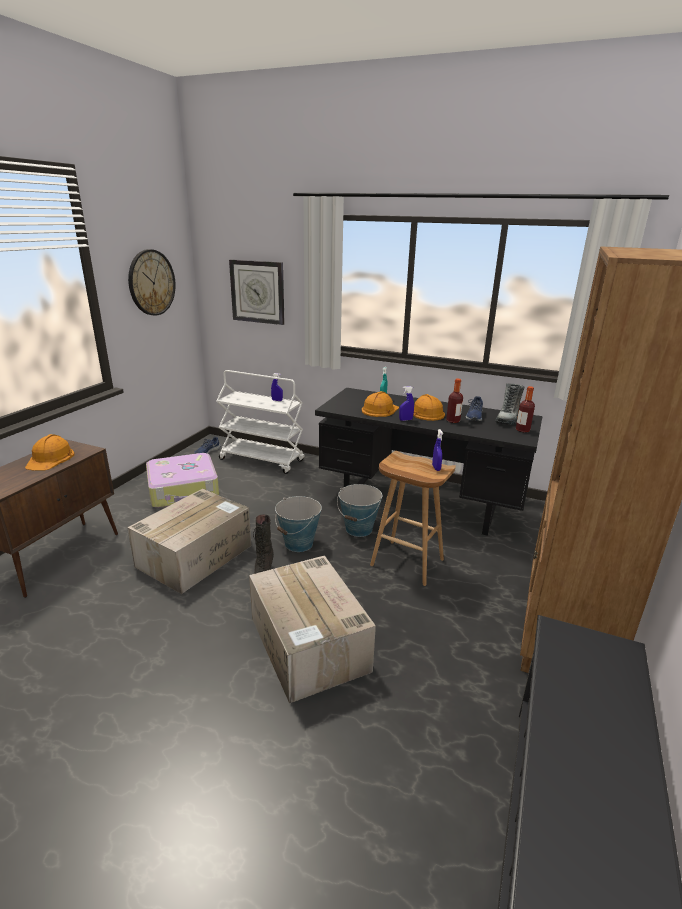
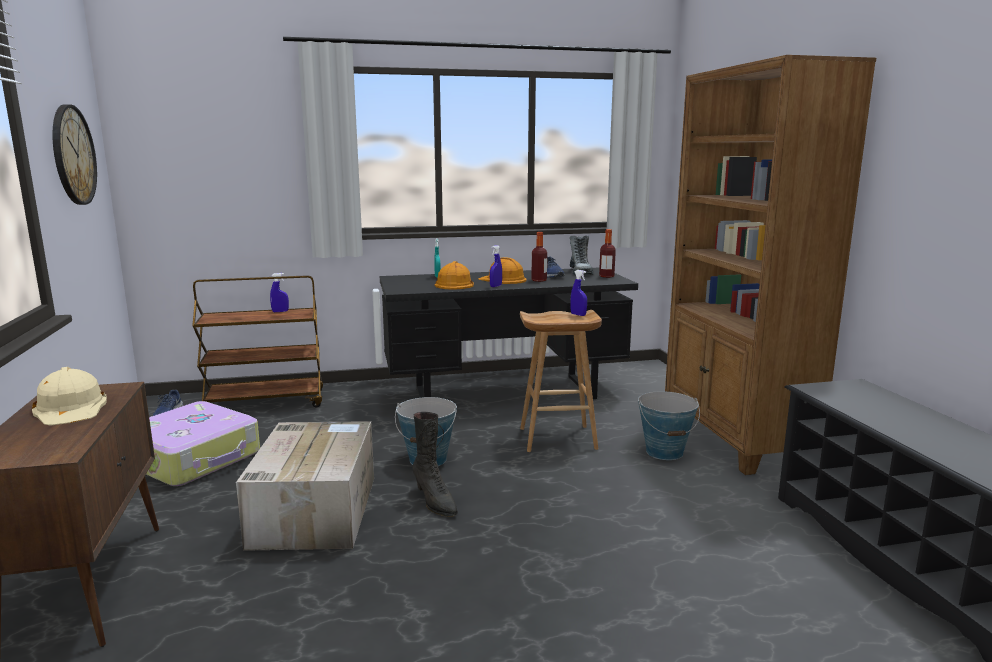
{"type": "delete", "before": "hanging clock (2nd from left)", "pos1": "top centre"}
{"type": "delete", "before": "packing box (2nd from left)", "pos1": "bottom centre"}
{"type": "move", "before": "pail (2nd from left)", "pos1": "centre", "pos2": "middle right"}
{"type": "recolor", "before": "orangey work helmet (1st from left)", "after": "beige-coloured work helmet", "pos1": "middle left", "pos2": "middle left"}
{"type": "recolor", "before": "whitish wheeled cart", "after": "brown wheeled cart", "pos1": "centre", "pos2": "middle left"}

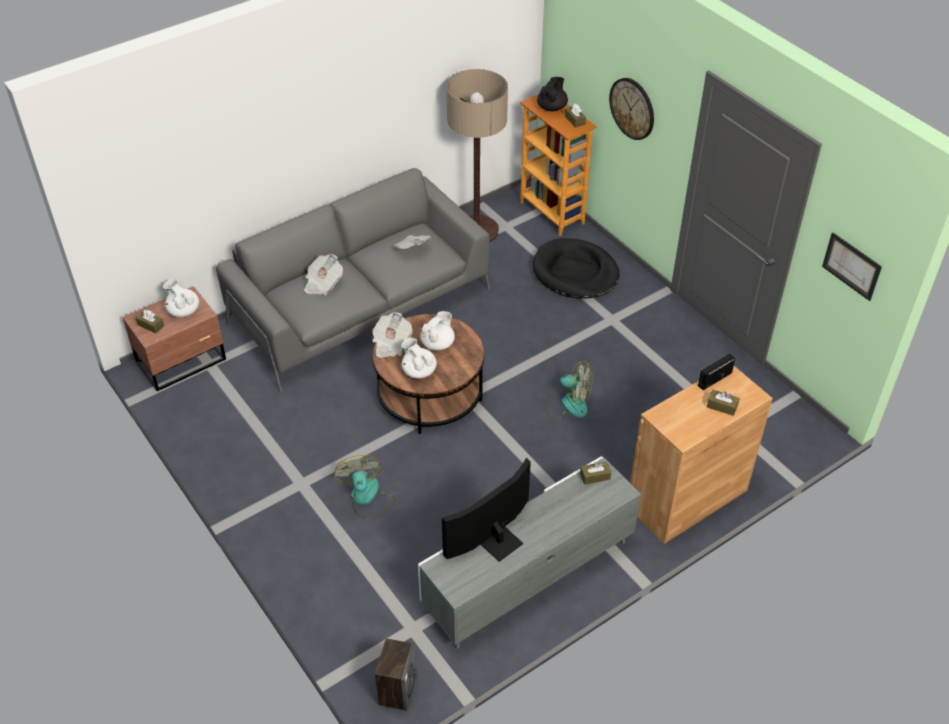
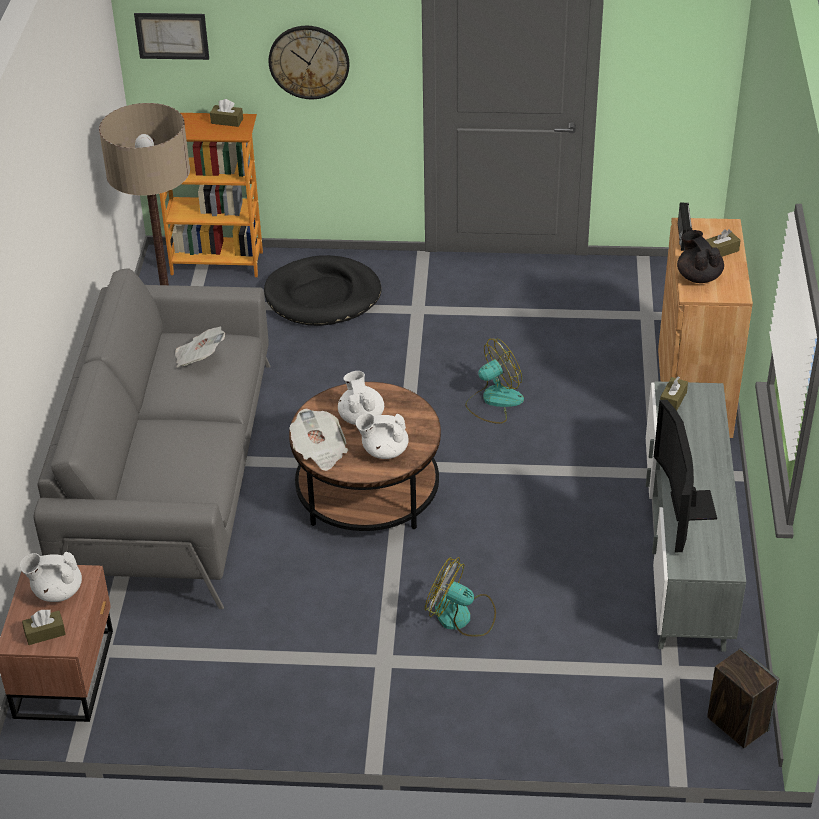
{"type": "delete", "before": "daily paper (1st from left)", "pos1": "centre"}
{"type": "move", "before": "blackish pot for tea", "pos1": "top centre", "pos2": "top right"}
{"type": "move", "before": "wall art", "pos1": "middle right", "pos2": "top left"}

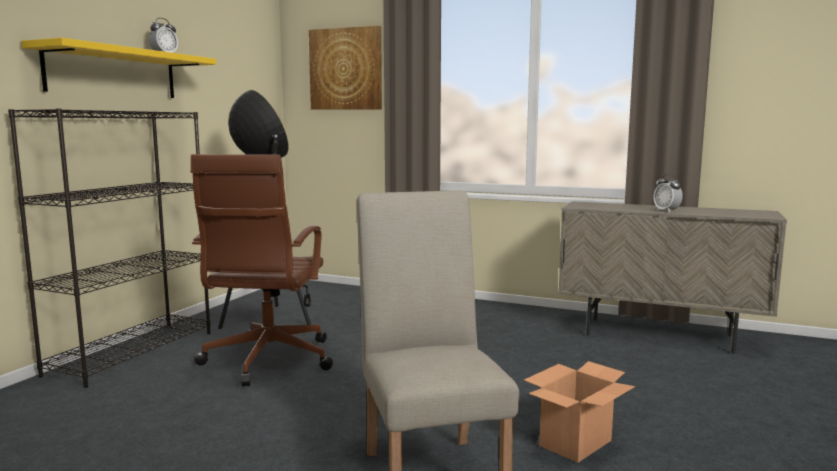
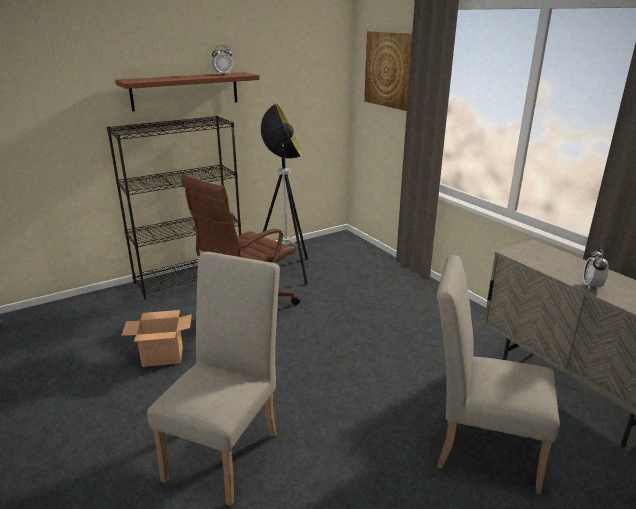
{"type": "insert", "after": "beige-coloured plain chair (2nd from left)", "pos2": "bottom right"}
{"type": "move", "before": "packing box", "pos1": "bottom right", "pos2": "middle left"}
{"type": "recolor", "before": "yellow shelf", "after": "brown shelf", "pos1": "top left", "pos2": "top left"}

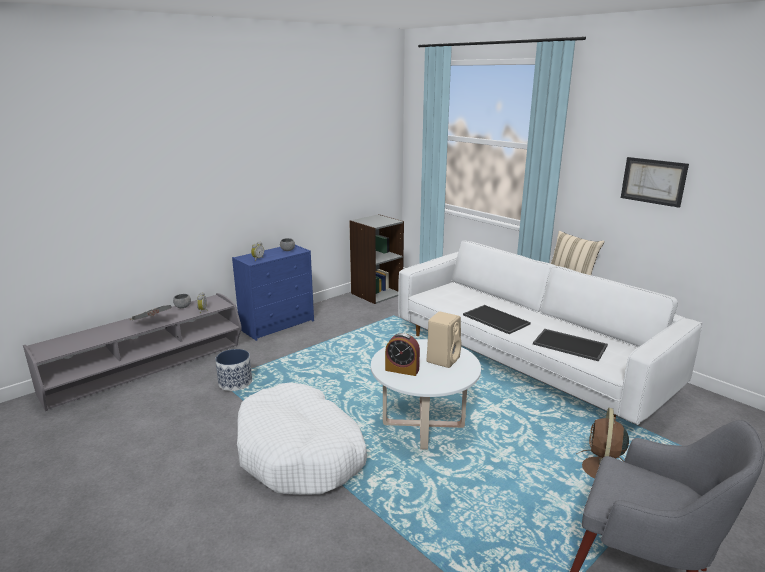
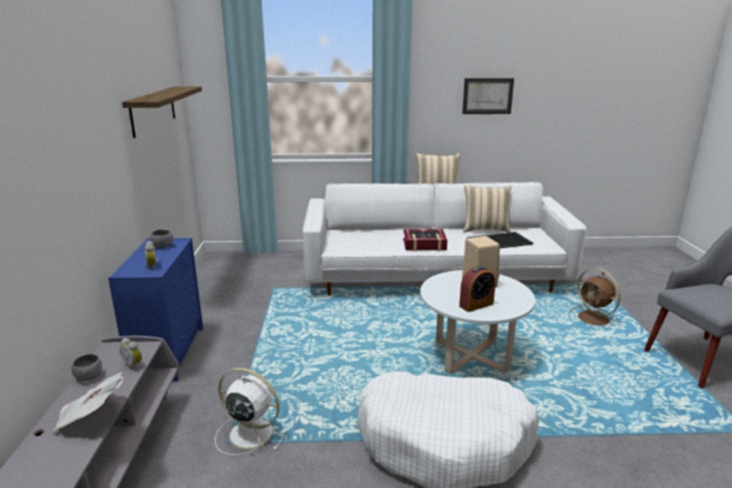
{"type": "delete", "before": "grey bookcase", "pos1": "centre"}
{"type": "insert", "after": "shelf", "pos2": "top left"}
{"type": "insert", "after": "beige-coloured throw pillow (2nd from left)", "pos2": "centre"}
{"type": "replace", "before": "planter", "after": "whitish fan", "pos1": "middle left", "pos2": "bottom centre"}
{"type": "replace", "before": "carrying tray (1st from left)", "after": "volume", "pos1": "centre", "pos2": "centre"}

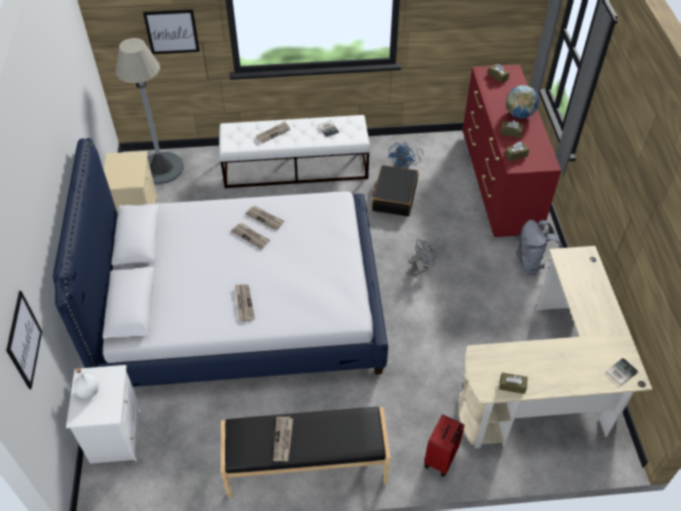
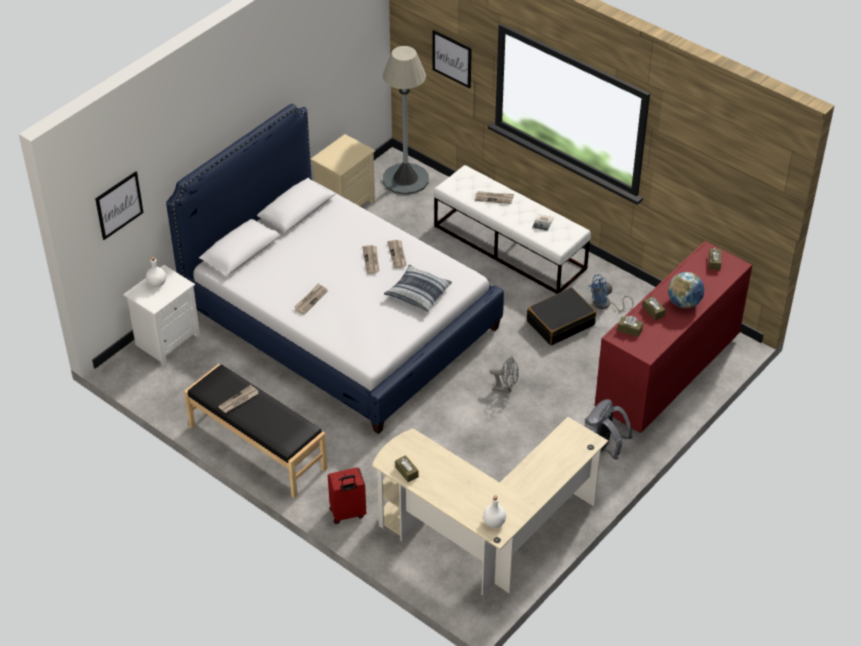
{"type": "insert", "after": "throw pillow", "pos2": "centre"}
{"type": "replace", "before": "volume (2nd from left)", "after": "whitish bottle (2nd from left)", "pos1": "bottom right", "pos2": "bottom centre"}

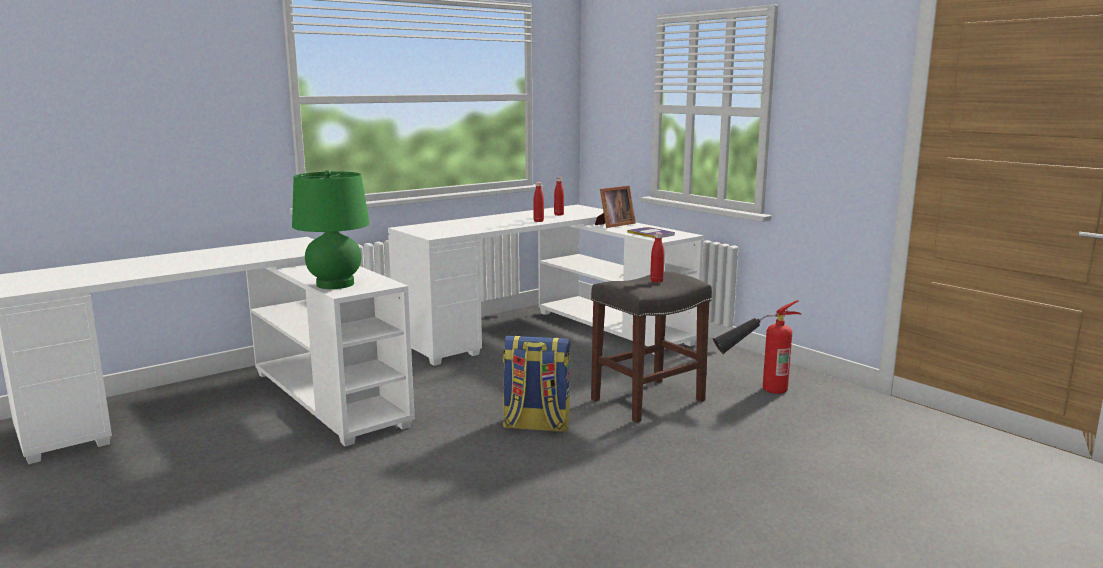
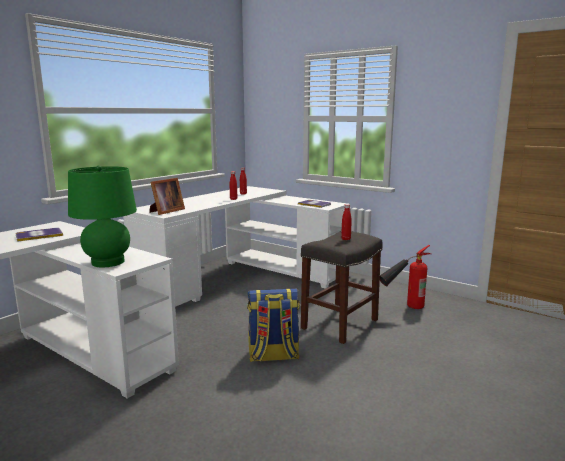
{"type": "insert", "after": "volume (1st from left)", "pos2": "middle left"}
{"type": "move", "before": "picture frame", "pos1": "centre", "pos2": "middle left"}

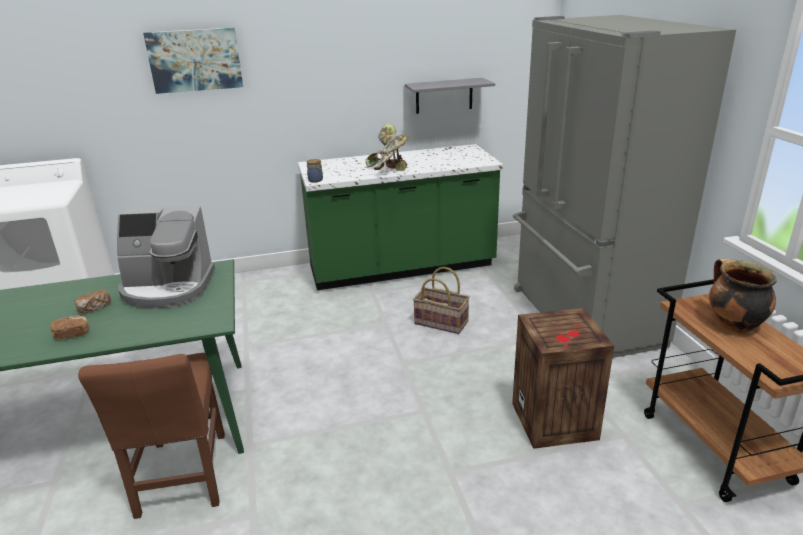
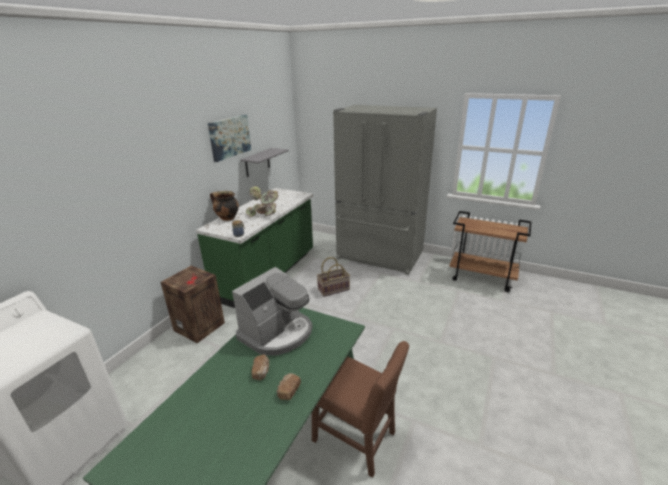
{"type": "move", "before": "wall art", "pos1": "top left", "pos2": "top centre"}
{"type": "move", "before": "crate", "pos1": "bottom right", "pos2": "middle left"}
{"type": "move", "before": "stockpot", "pos1": "middle right", "pos2": "centre"}

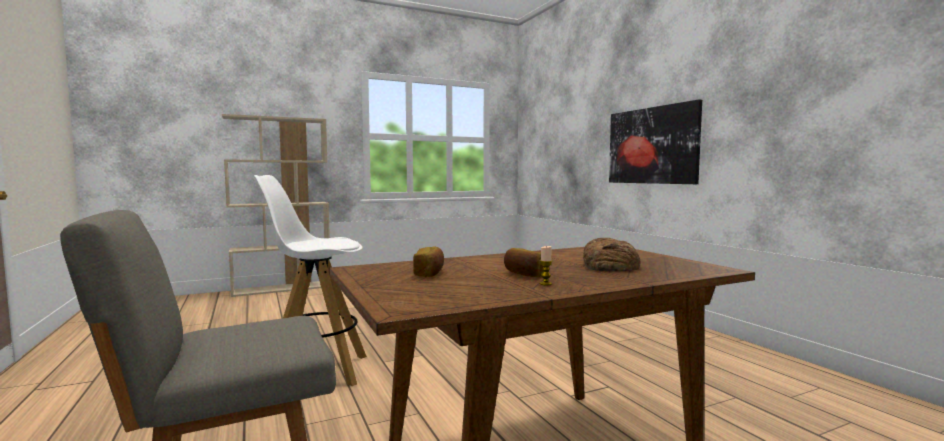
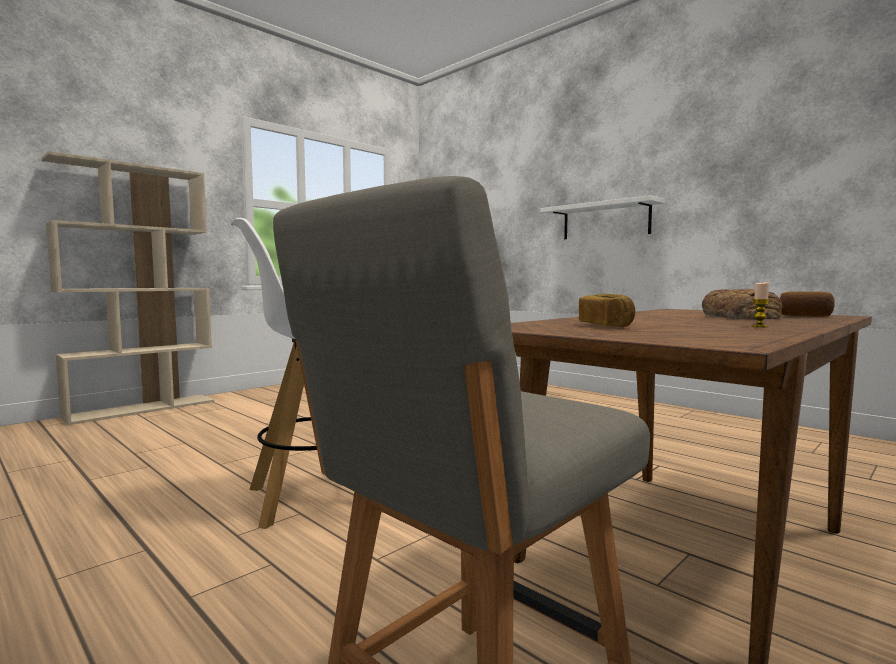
{"type": "move", "before": "bakery bread (2nd from left in the first image)", "after": "bakery bread (3rd from left)", "pos1": "centre", "pos2": "middle right"}
{"type": "replace", "before": "wall art", "after": "whitish shelf", "pos1": "top right", "pos2": "top right"}

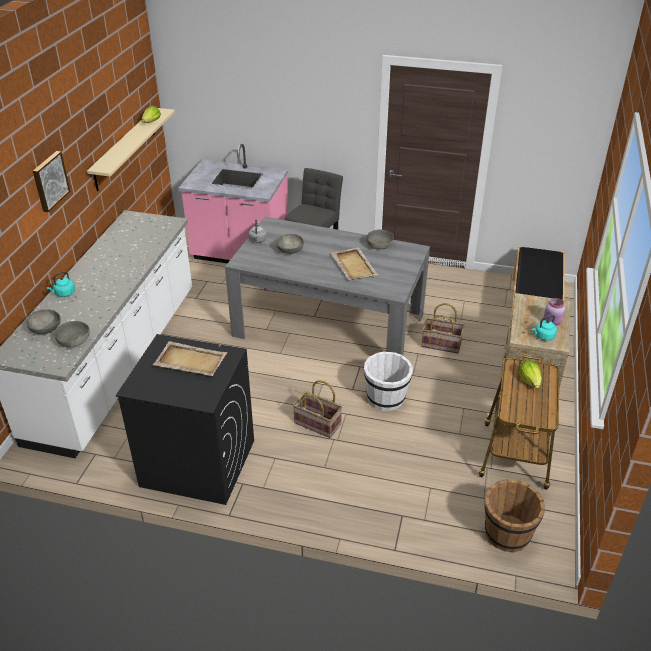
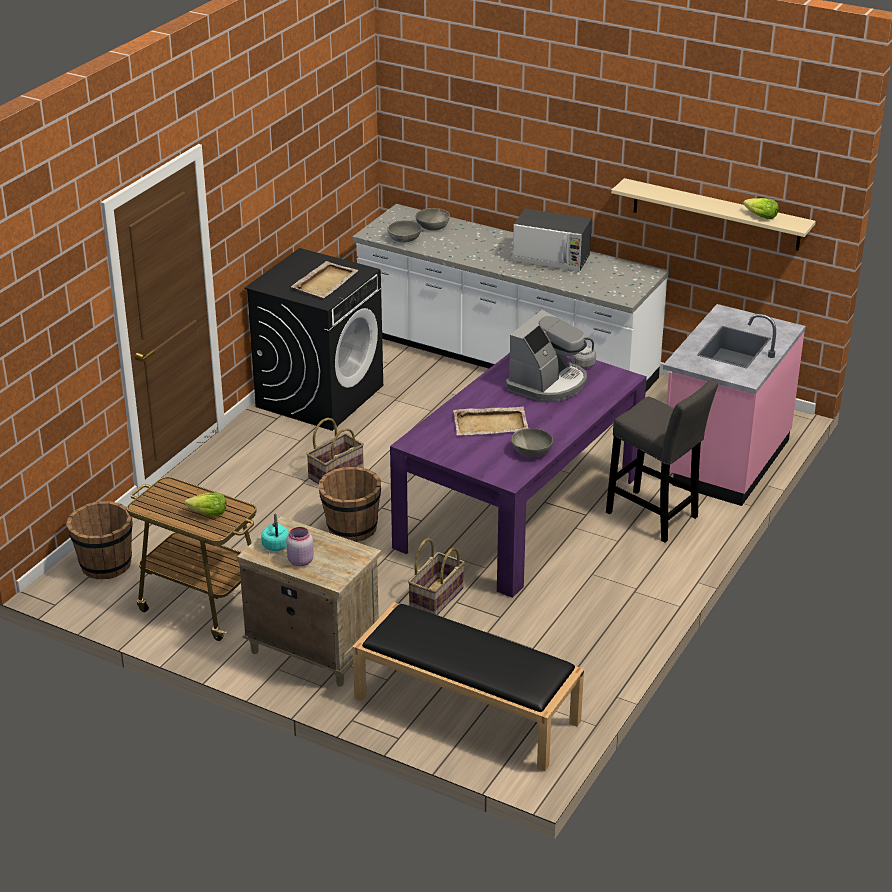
{"type": "delete", "before": "wall art", "pos1": "top left"}
{"type": "delete", "before": "blue-green water kettle (1st from left)", "pos1": "middle left"}
{"type": "insert", "after": "microwave", "pos2": "top centre"}
{"type": "replace", "before": "grey serving bowl (3rd from left)", "after": "coffee brewer", "pos1": "centre", "pos2": "centre"}
{"type": "recolor", "before": "grey dinner table", "after": "purple dinner table", "pos1": "centre", "pos2": "centre"}
{"type": "recolor", "before": "whitish pail", "after": "brown pail (2nd from left)", "pos1": "centre", "pos2": "centre"}

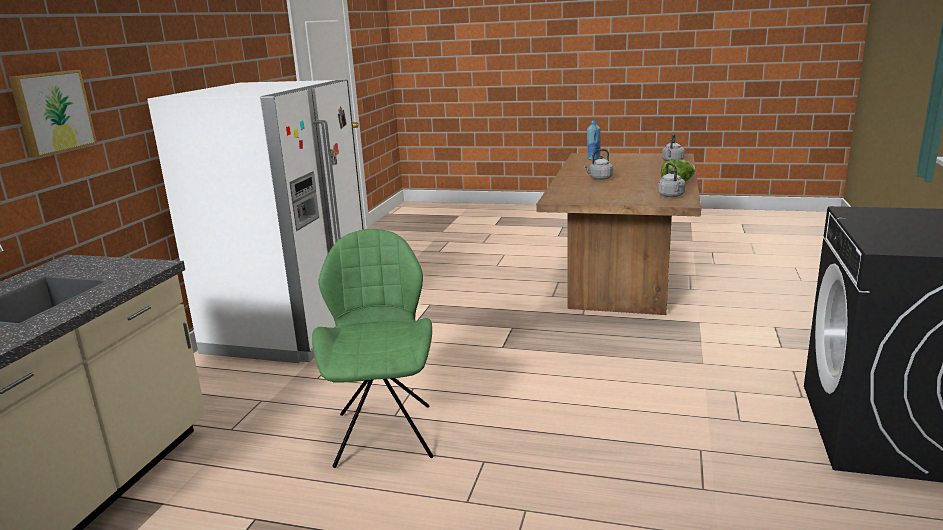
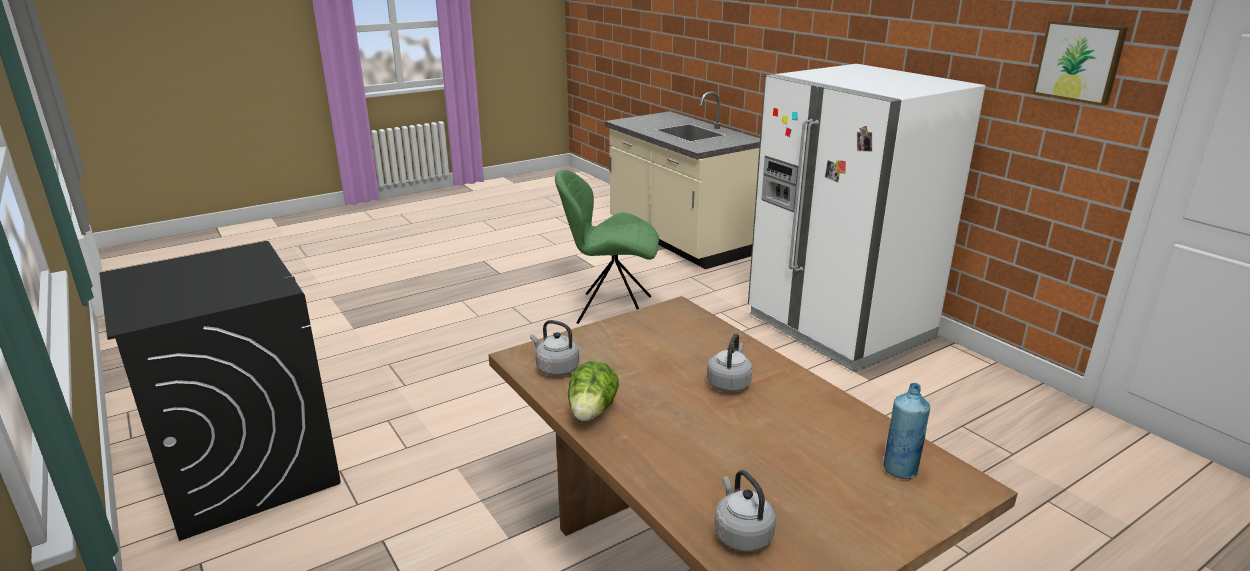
{"type": "move", "before": "wall art", "pos1": "top left", "pos2": "top right"}
{"type": "rotate", "before": "green-coloured plain chair", "pos1": "centre", "pos2": "centre", "turn": 150}

